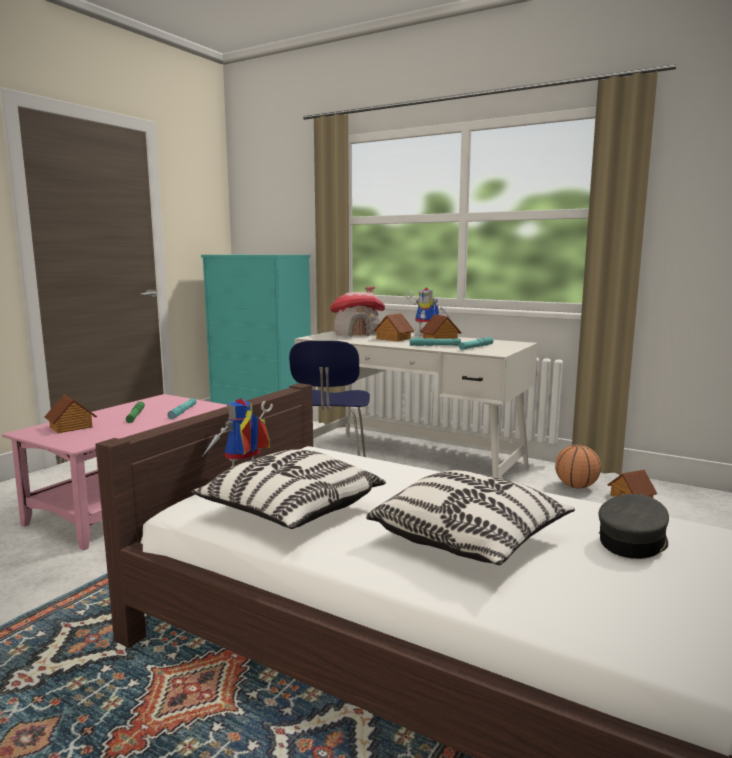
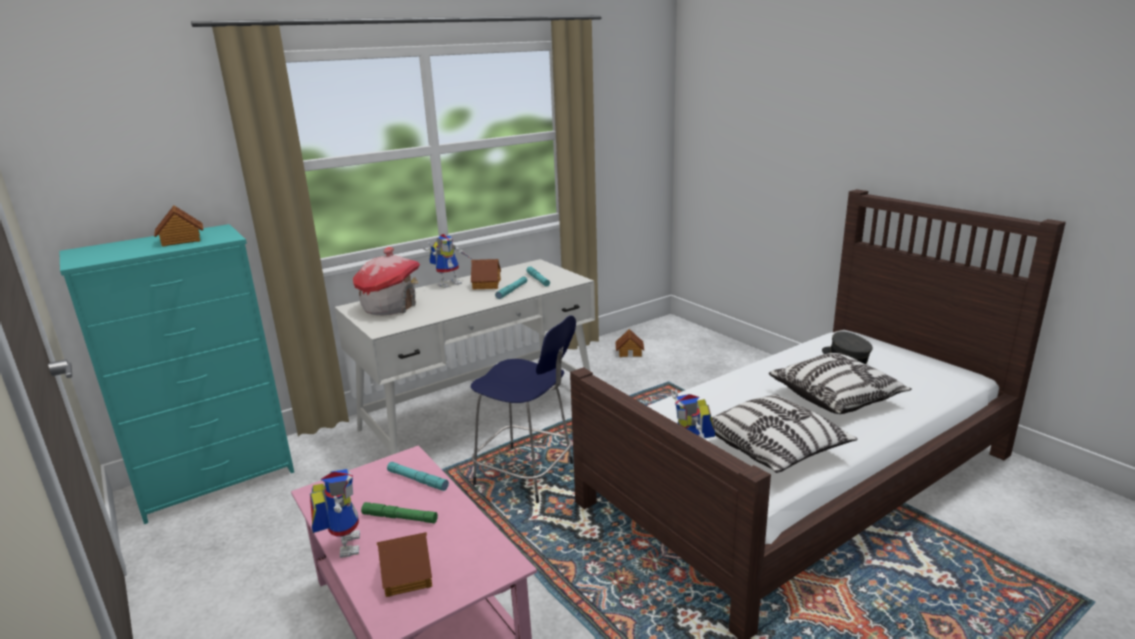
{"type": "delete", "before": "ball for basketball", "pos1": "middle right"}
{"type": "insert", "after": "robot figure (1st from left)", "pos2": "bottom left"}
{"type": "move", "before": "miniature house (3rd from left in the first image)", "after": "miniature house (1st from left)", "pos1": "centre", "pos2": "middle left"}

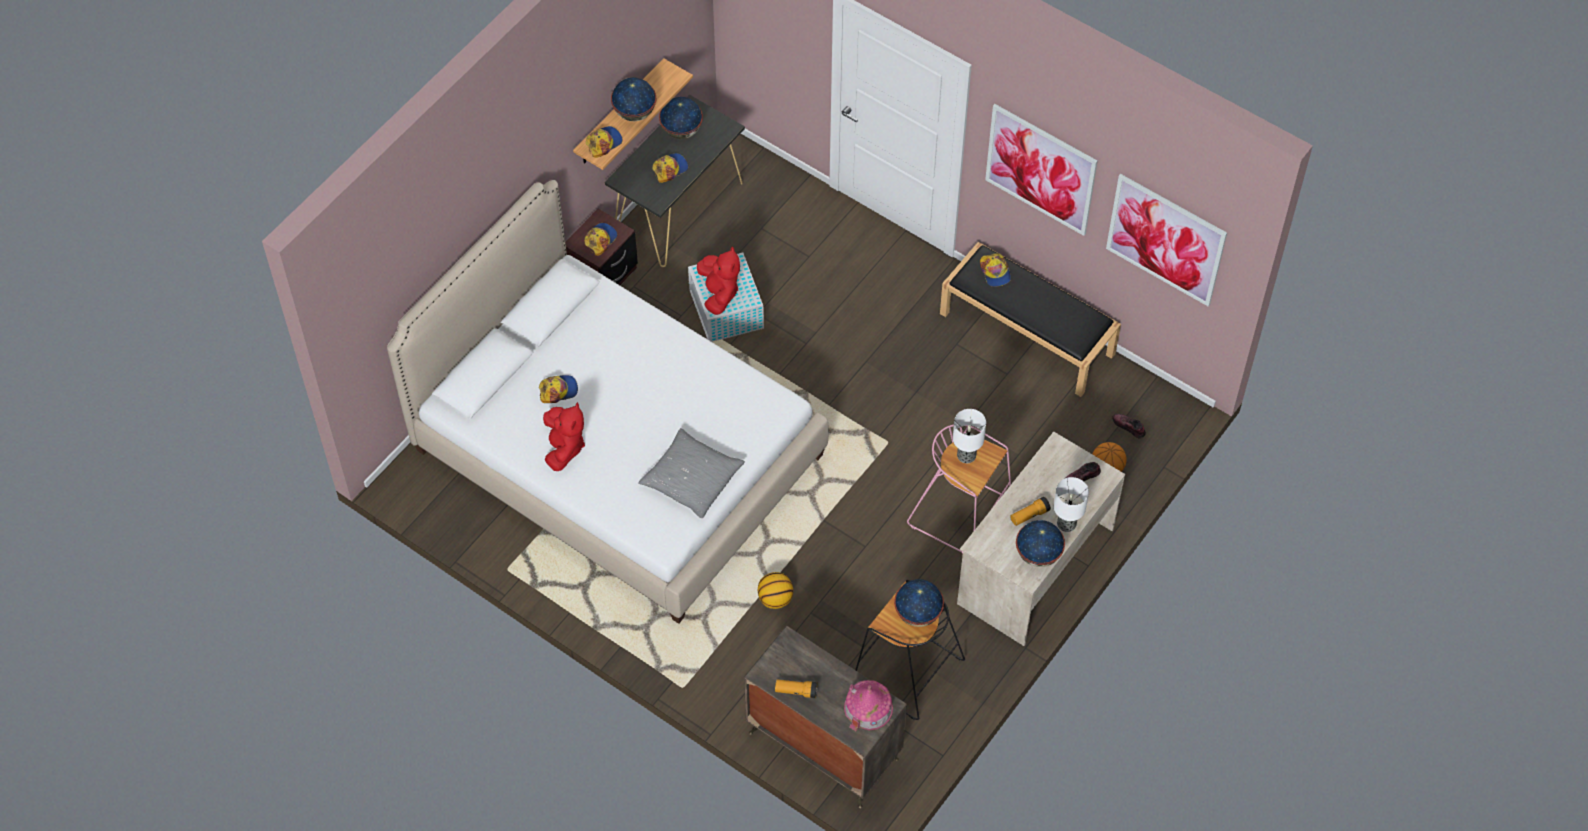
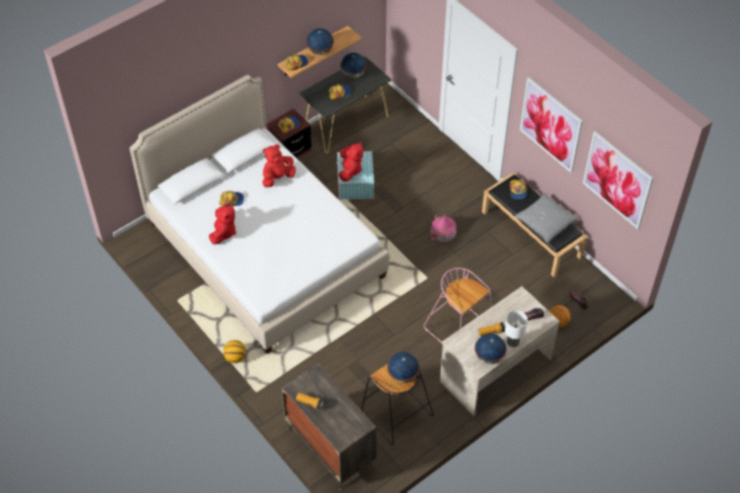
{"type": "delete", "before": "table lamp (1st from left)", "pos1": "centre"}
{"type": "insert", "after": "red-coloured cuddly toy (2nd from left)", "pos2": "centre"}
{"type": "move", "before": "grey throw pillow", "pos1": "centre", "pos2": "middle right"}
{"type": "move", "before": "ball for basketball (1st from left)", "pos1": "bottom centre", "pos2": "bottom left"}
{"type": "move", "before": "miniature house", "pos1": "bottom centre", "pos2": "centre"}

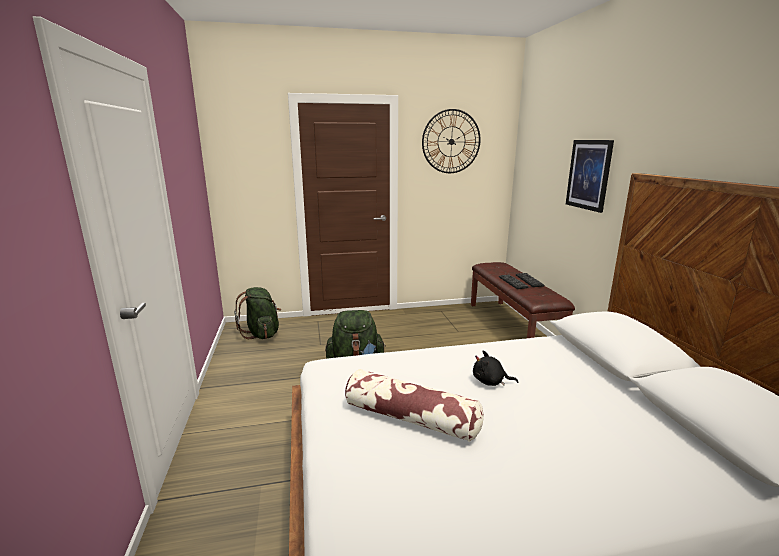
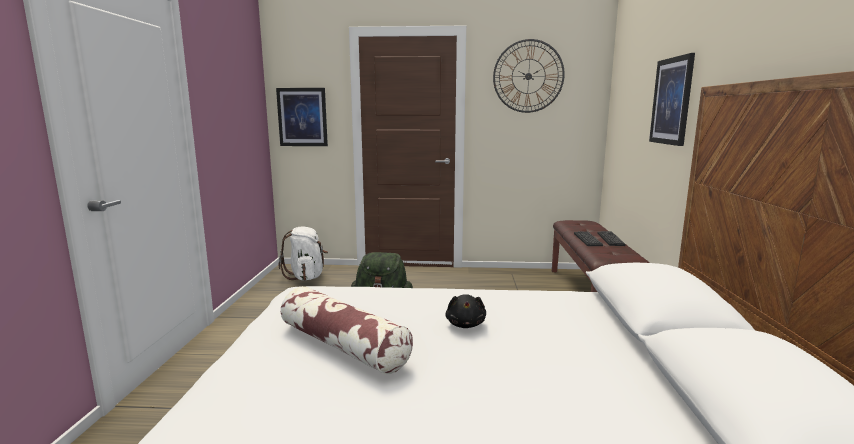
{"type": "insert", "after": "wall art (1st from left)", "pos2": "top centre"}
{"type": "recolor", "before": "green-coloured knapsack (1st from left)", "after": "whitish knapsack", "pos1": "middle left", "pos2": "centre"}
{"type": "rotate", "before": "blackish cuddly toy", "pos1": "centre", "pos2": "bottom centre", "turn": -120}

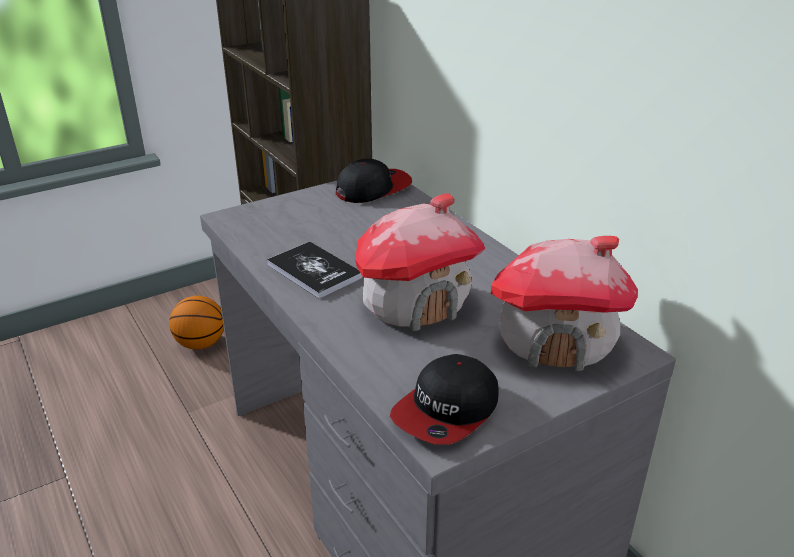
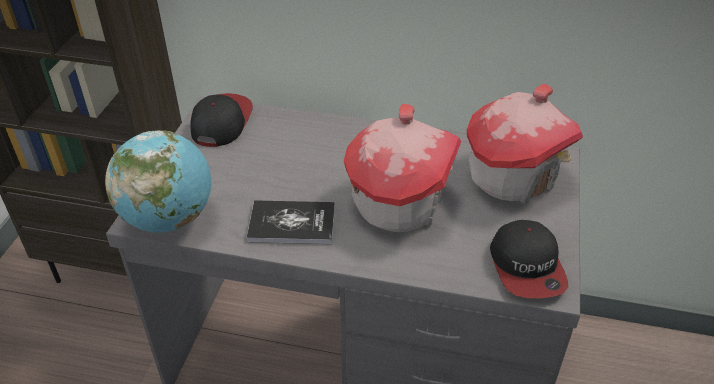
{"type": "delete", "before": "ball for basketball", "pos1": "middle left"}
{"type": "insert", "after": "globe", "pos2": "middle left"}

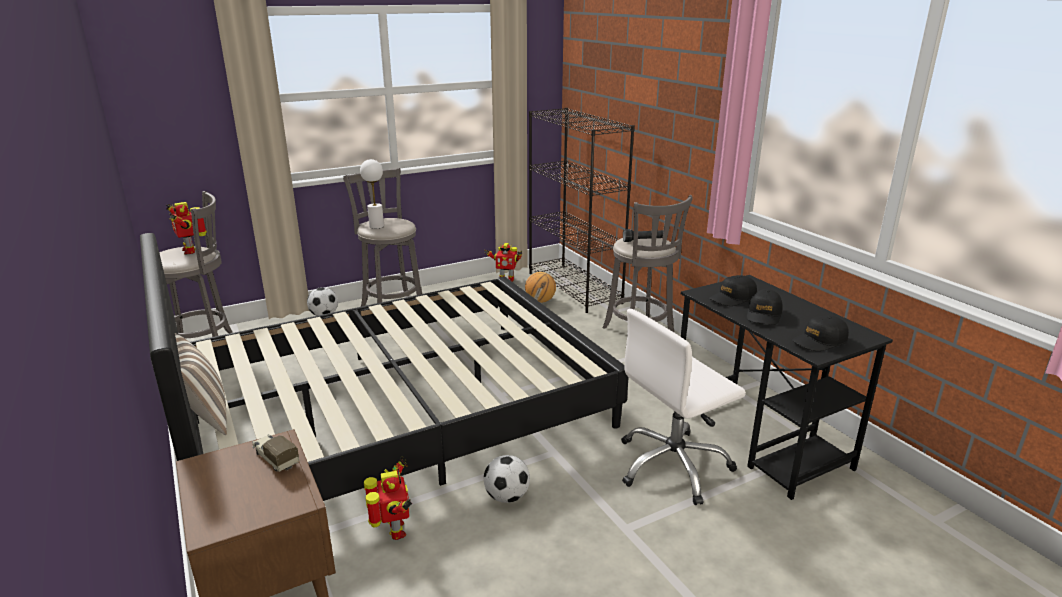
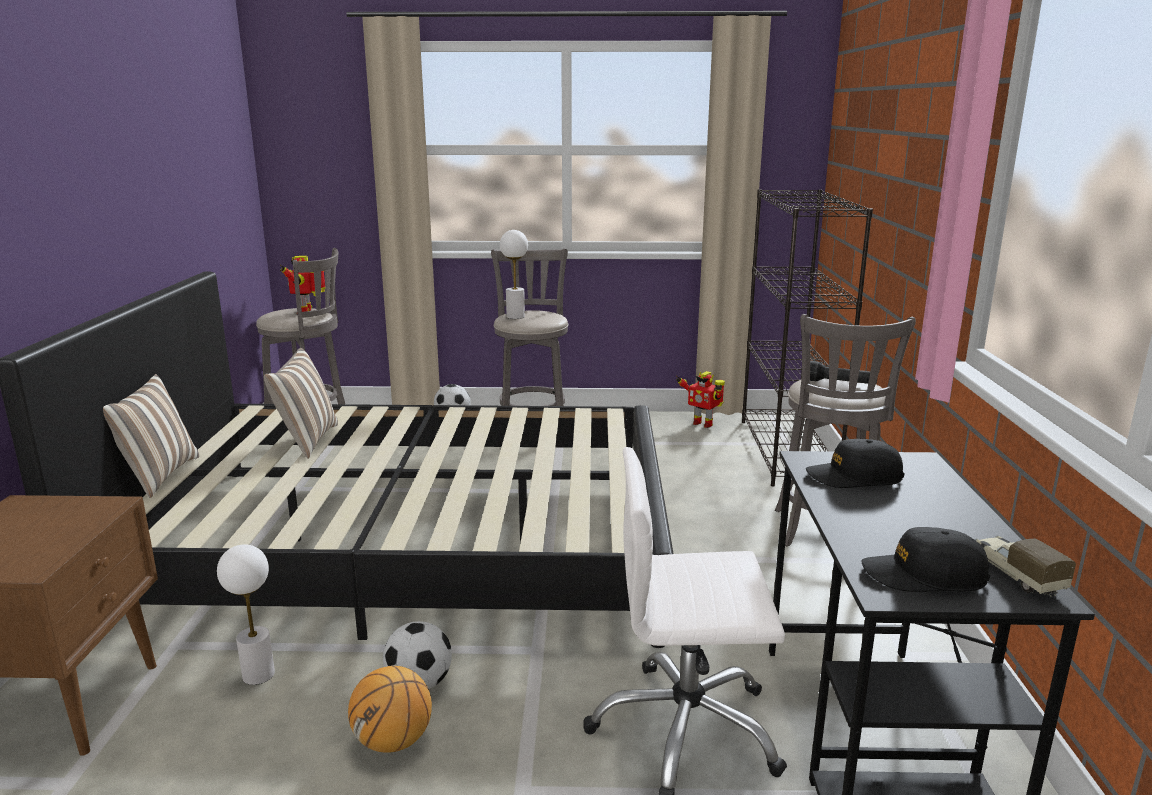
{"type": "delete", "before": "blackish baseball cap (2nd from left)", "pos1": "middle right"}
{"type": "insert", "after": "throw pillow (2nd from left)", "pos2": "middle left"}
{"type": "move", "before": "toy truck", "pos1": "bottom left", "pos2": "bottom right"}
{"type": "move", "before": "ball for basketball", "pos1": "centre", "pos2": "bottom centre"}
{"type": "replace", "before": "robot figure (2nd from left)", "after": "whitish table lamp (1st from left)", "pos1": "bottom centre", "pos2": "bottom left"}

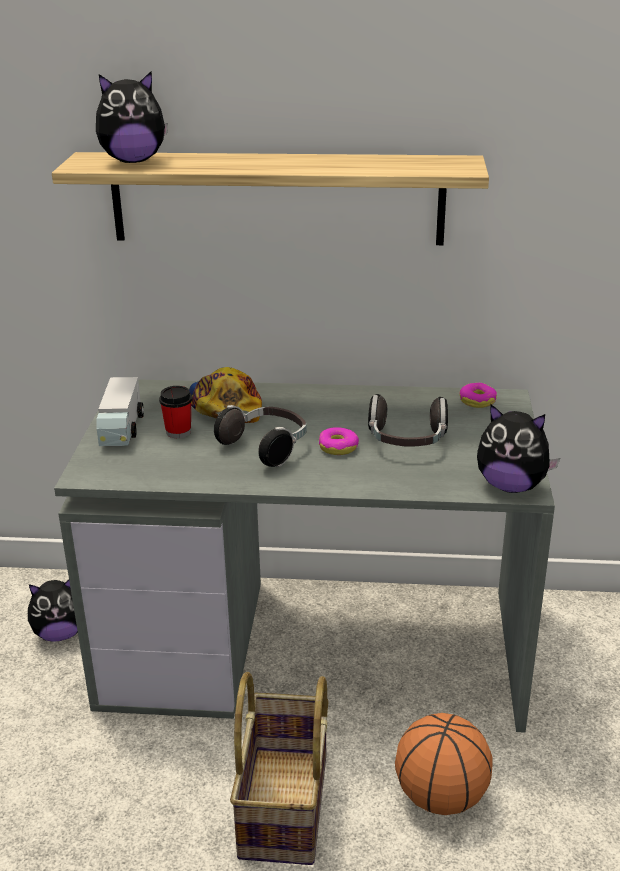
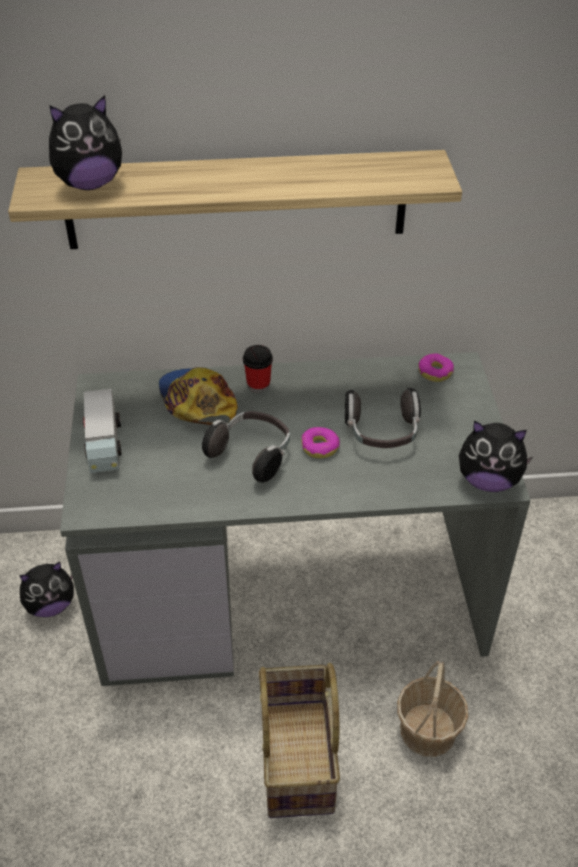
{"type": "move", "before": "drinking cup", "pos1": "middle left", "pos2": "centre"}
{"type": "replace", "before": "ball for basketball", "after": "storage basket (2nd from left)", "pos1": "bottom right", "pos2": "bottom right"}

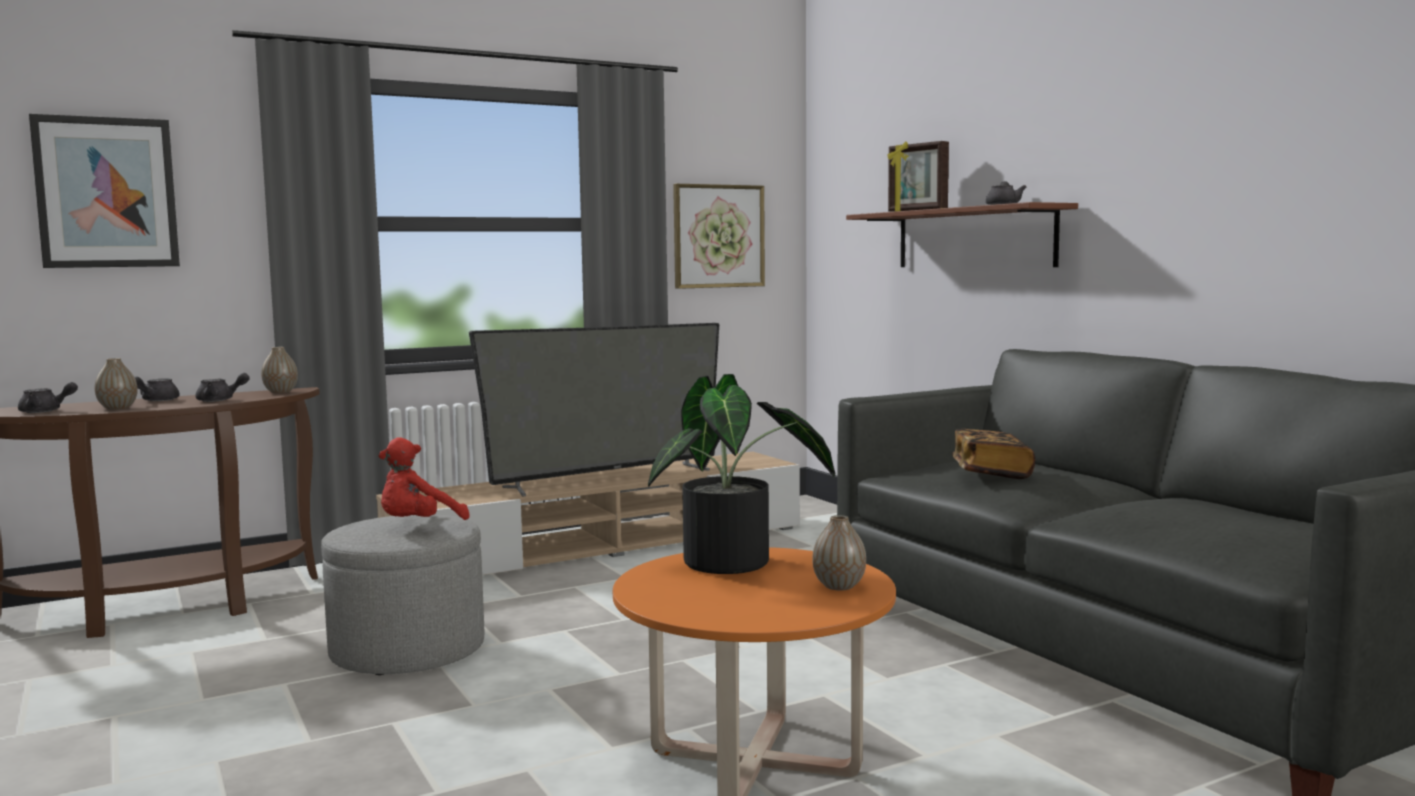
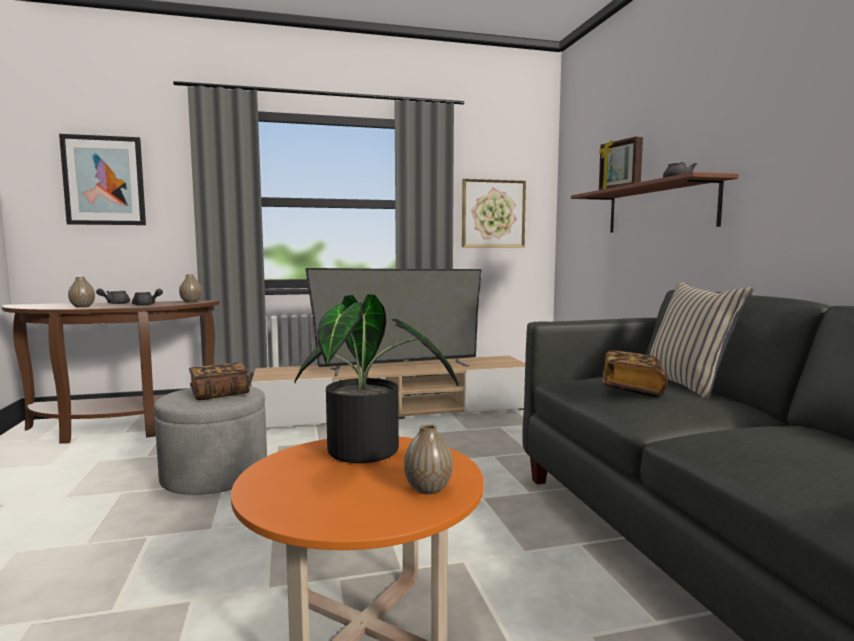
{"type": "delete", "before": "grey pot for tea (1st from left)", "pos1": "middle left"}
{"type": "insert", "after": "beige-coloured throw pillow", "pos2": "middle right"}
{"type": "replace", "before": "red-coloured cuddly toy", "after": "volume (1st from left)", "pos1": "middle left", "pos2": "middle left"}

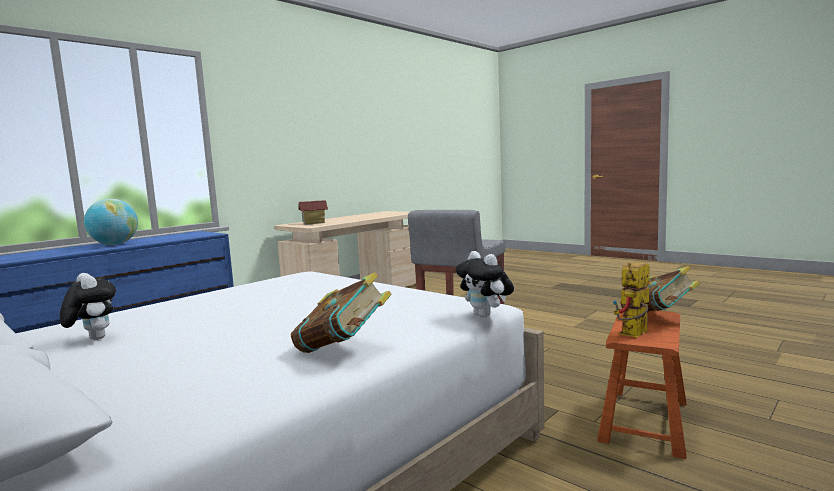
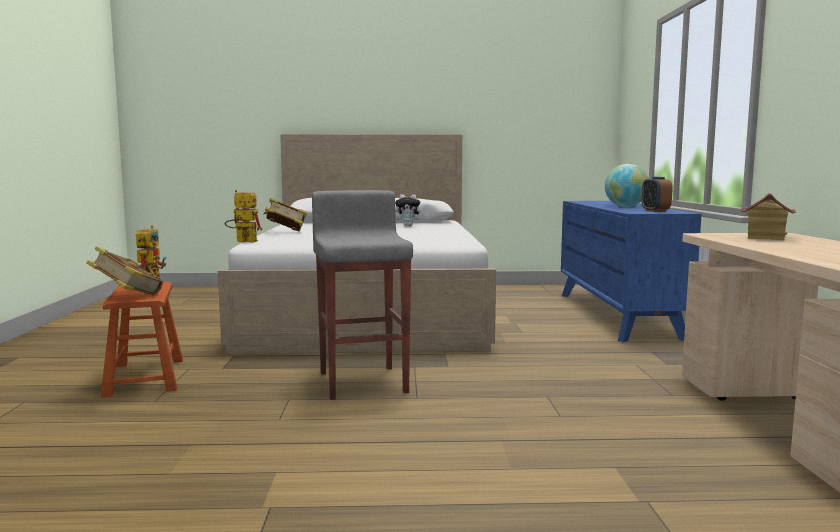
{"type": "insert", "after": "table clock", "pos2": "middle right"}
{"type": "replace", "before": "cuddly toy (2nd from left)", "after": "robot figure (2nd from left)", "pos1": "centre", "pos2": "middle left"}

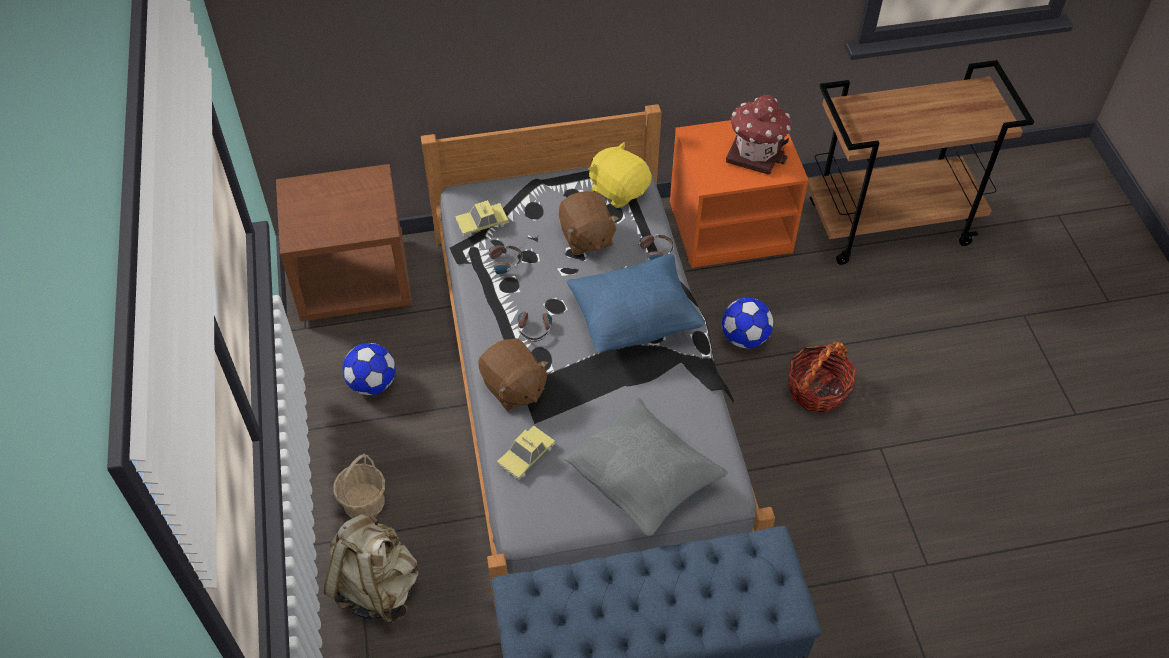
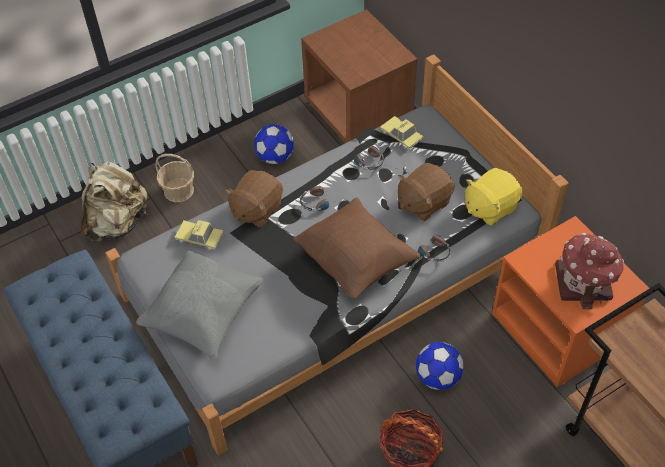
{"type": "recolor", "before": "blue throw pillow", "after": "brown throw pillow", "pos1": "centre", "pos2": "centre"}
{"type": "rotate", "before": "yellow cuddly toy", "pos1": "top centre", "pos2": "middle right", "turn": -150}

